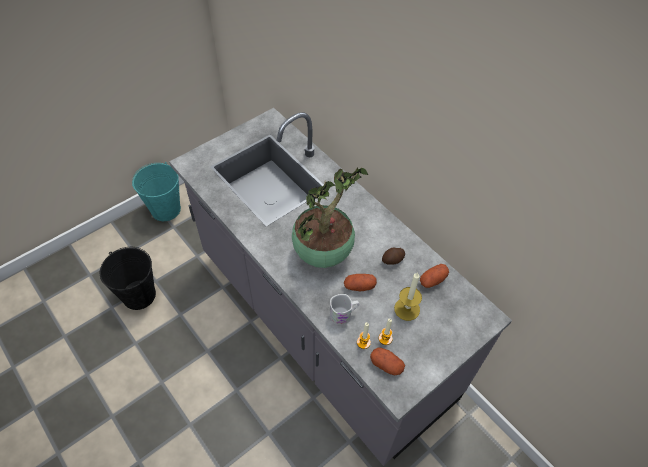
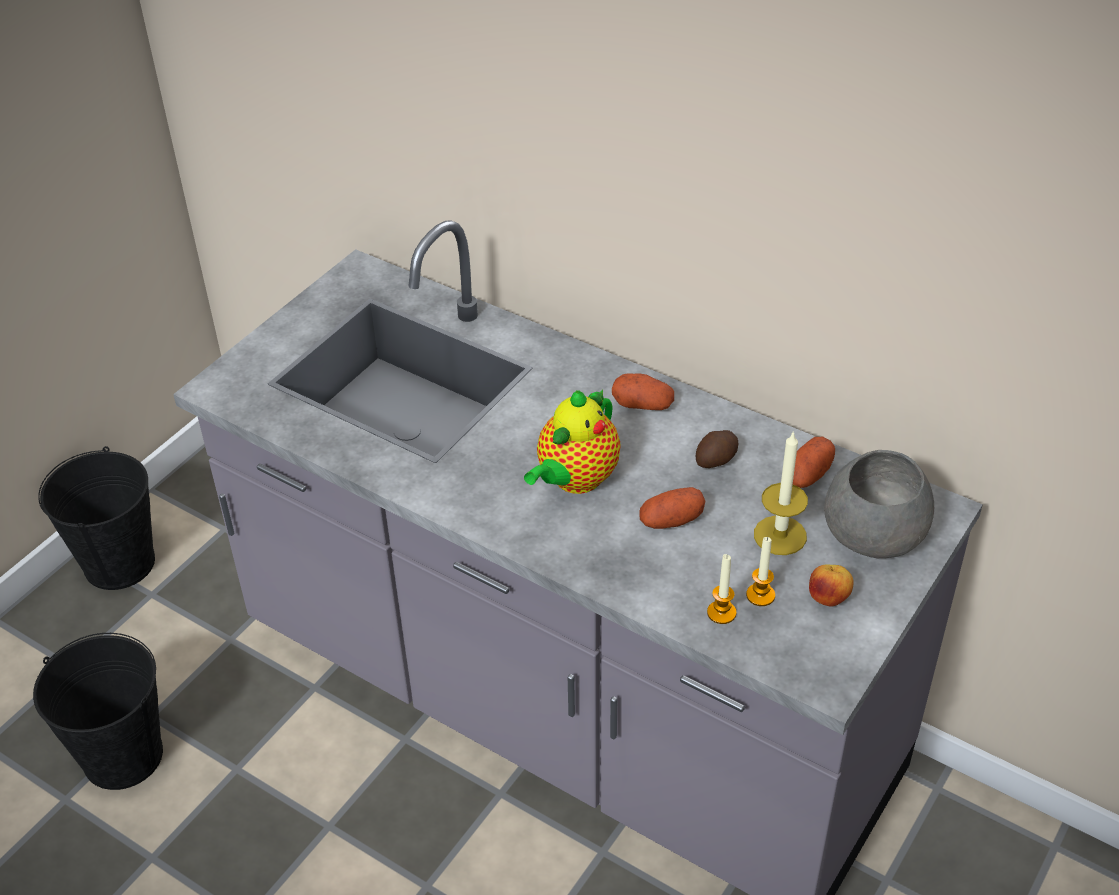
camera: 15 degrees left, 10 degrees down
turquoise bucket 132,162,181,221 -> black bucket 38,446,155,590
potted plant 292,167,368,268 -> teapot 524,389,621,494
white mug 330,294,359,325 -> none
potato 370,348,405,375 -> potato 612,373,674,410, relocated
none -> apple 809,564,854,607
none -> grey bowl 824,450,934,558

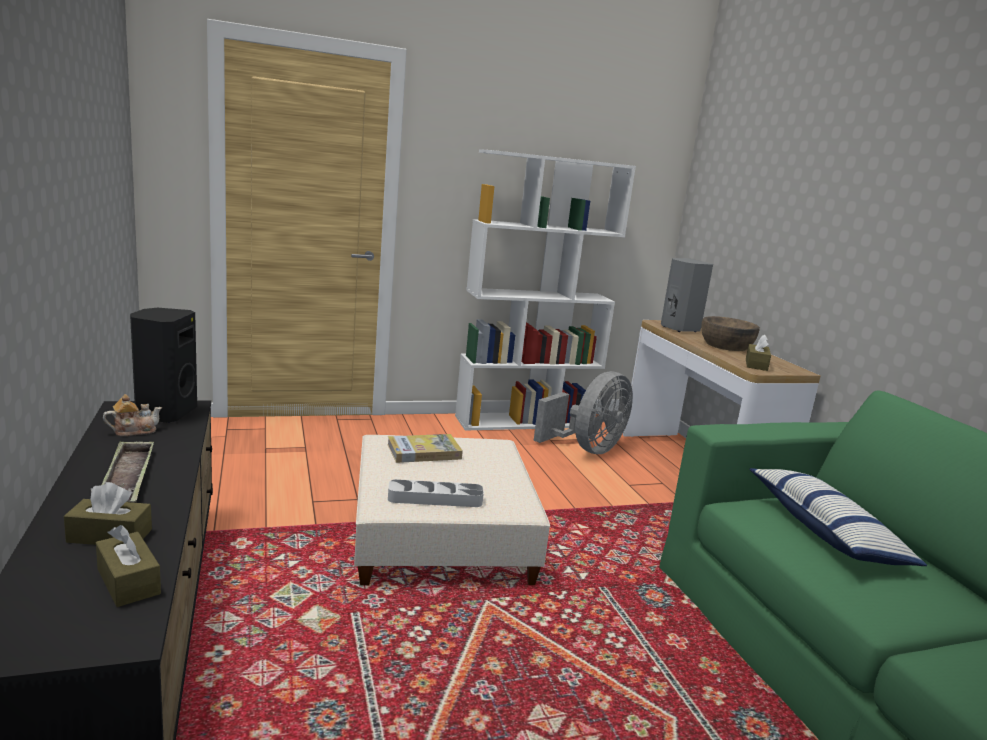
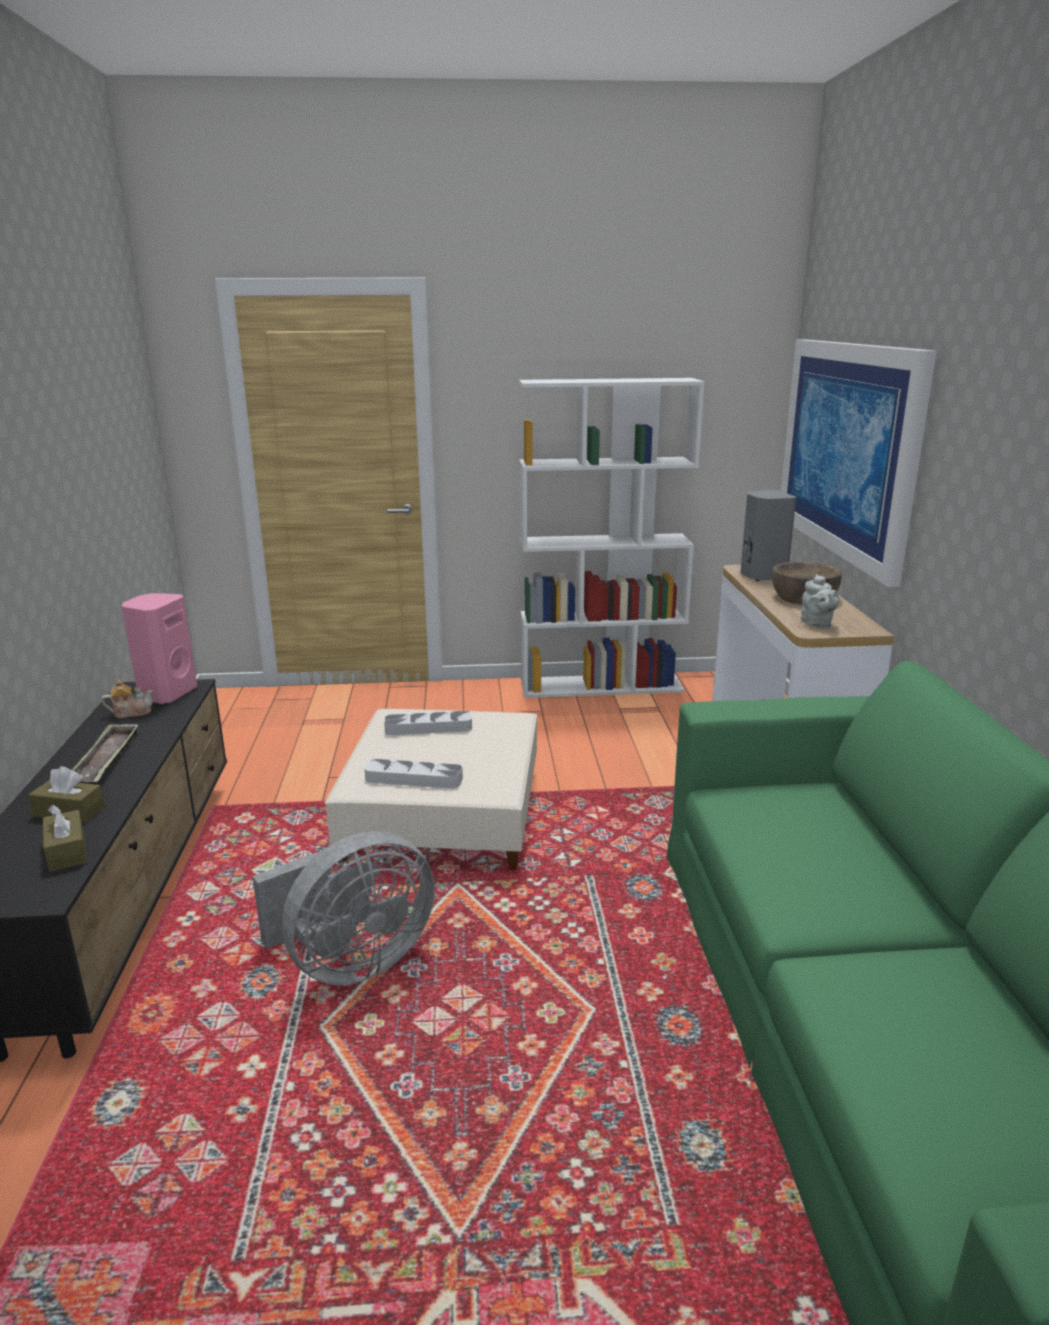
camera: 15 degrees right, 5 degrees up
black speaker 130,308,197,423 -> pink speaker 122,593,197,704
book 387,434,463,463 -> grey tray 384,711,472,735
grey fan 534,371,633,454 -> grey fan 252,831,435,985, relocated
brown tissue box 746,334,771,371 -> grey teapot 801,574,839,627
pillow 749,468,927,566 -> none
none -> picture 781,339,937,587

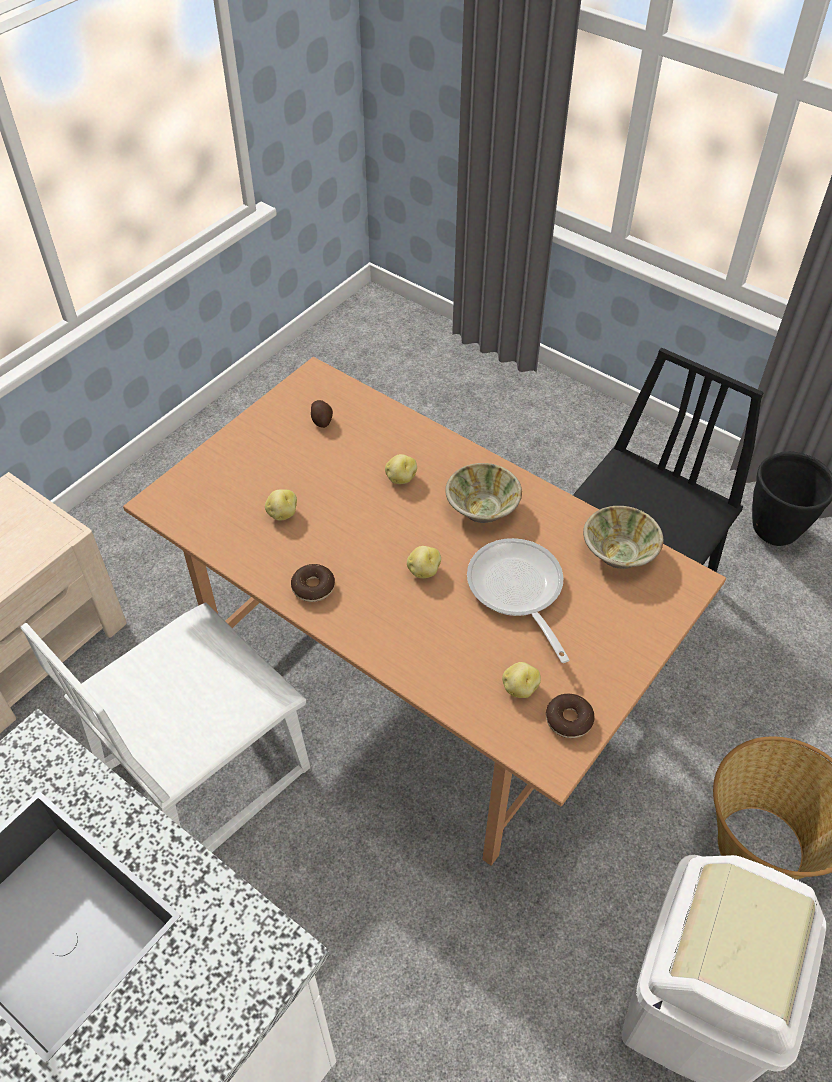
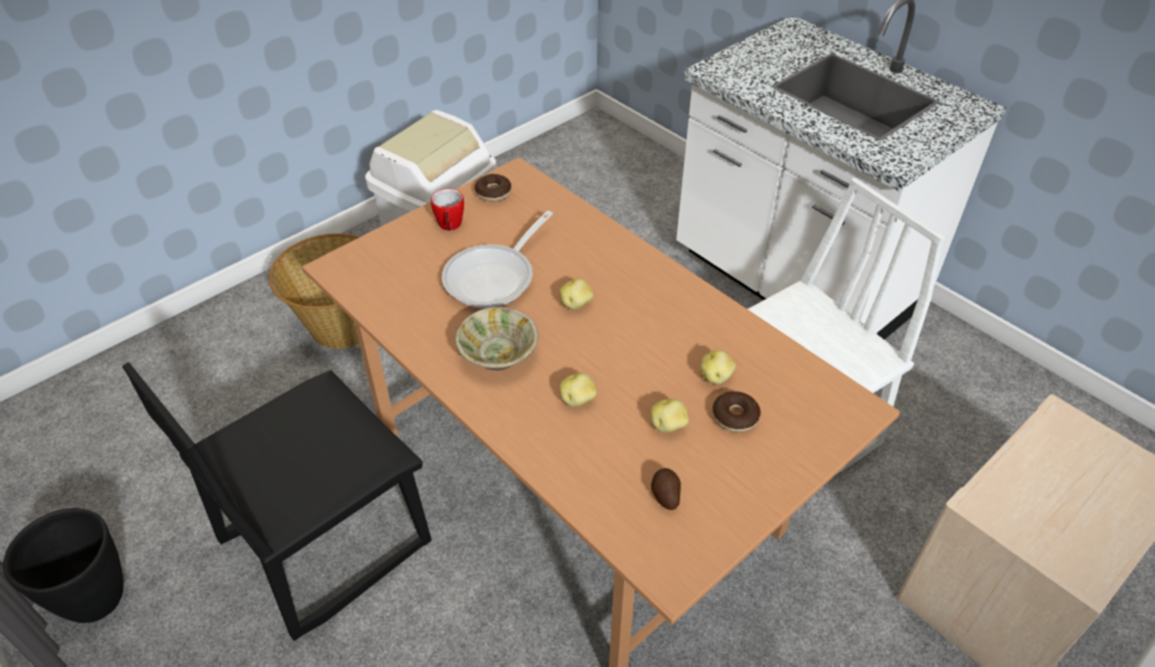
camera: 170 degrees left, 5 degrees down
donut 291,564,335,602 -> donut 713,391,761,432, relocated
frying pan 467,538,570,663 -> frying pan 442,211,553,308, 45 degrees clockwise
potato 502,662,541,698 -> potato 651,399,689,433, relocated
beige bowl 583,506,663,569 -> none
none -> mug 431,189,464,231

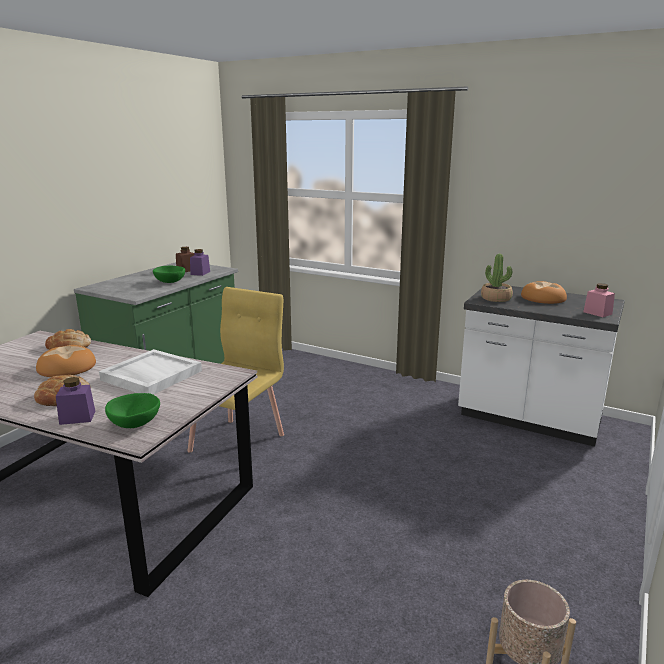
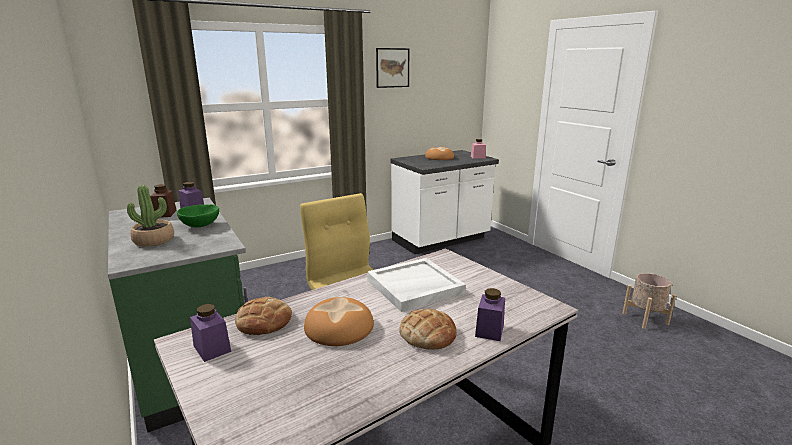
camera: 60 degrees left, 0 degrees up
green bowl 105,393,160,428 -> none
potted plant 481,254,513,302 -> potted plant 127,185,174,247, relocated
none -> purple jar 190,304,231,362
none -> picture 376,48,409,88

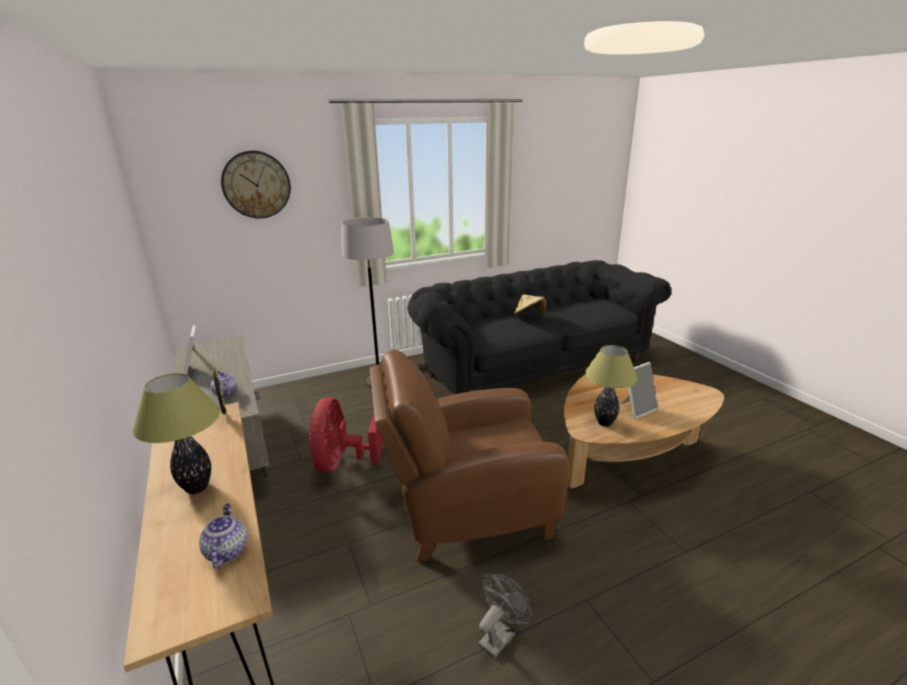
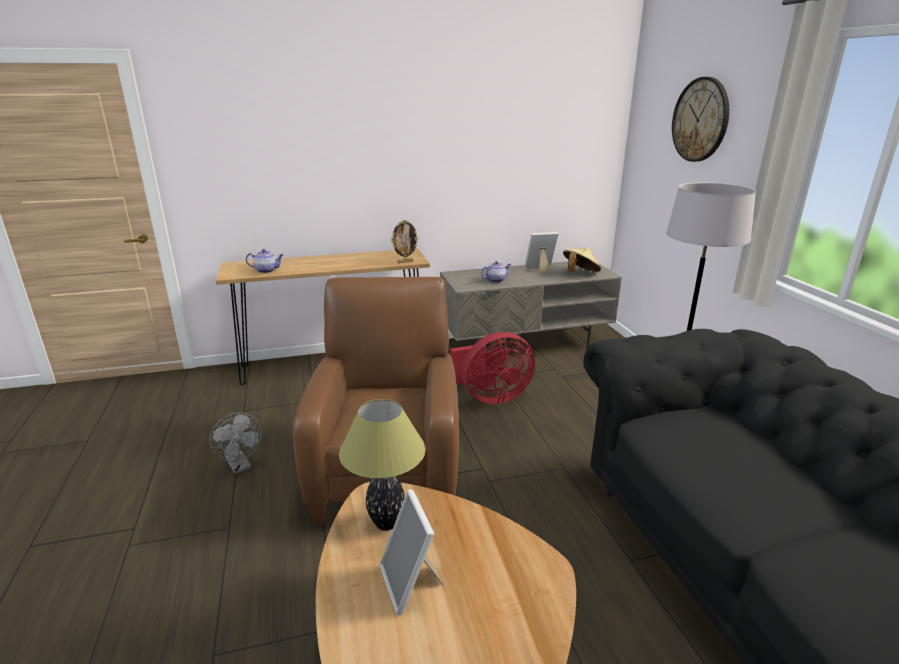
camera: 100 degrees right, 0 degrees up
table lamp 133,373,220,494 -> none
red fan 309,397,383,473 -> red fan 450,332,535,404, 150 degrees clockwise
beige hat 513,294,546,316 -> beige hat 563,247,601,272, relocated

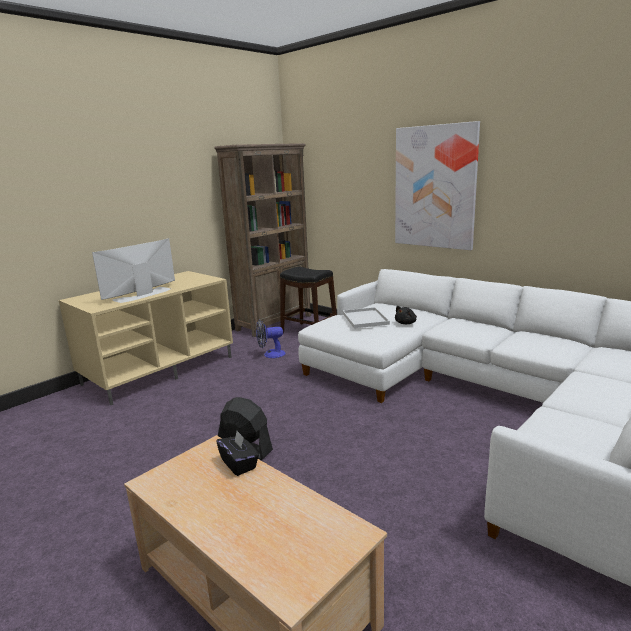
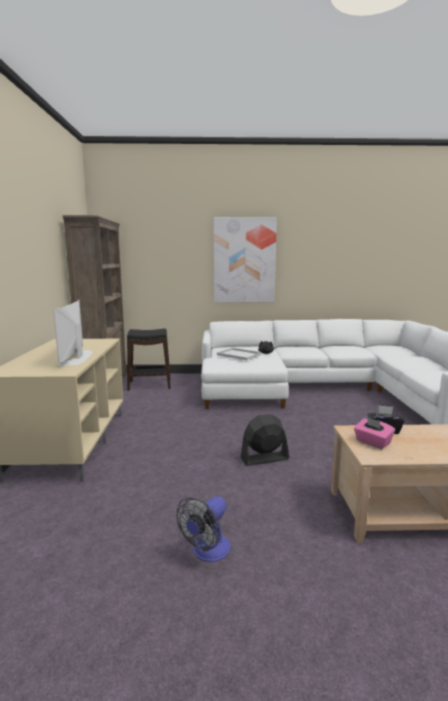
camera: 45 degrees left, 5 degrees down
fan 256,320,286,358 -> fan 176,497,231,562, relocated
none -> pink tissue box 354,417,395,449

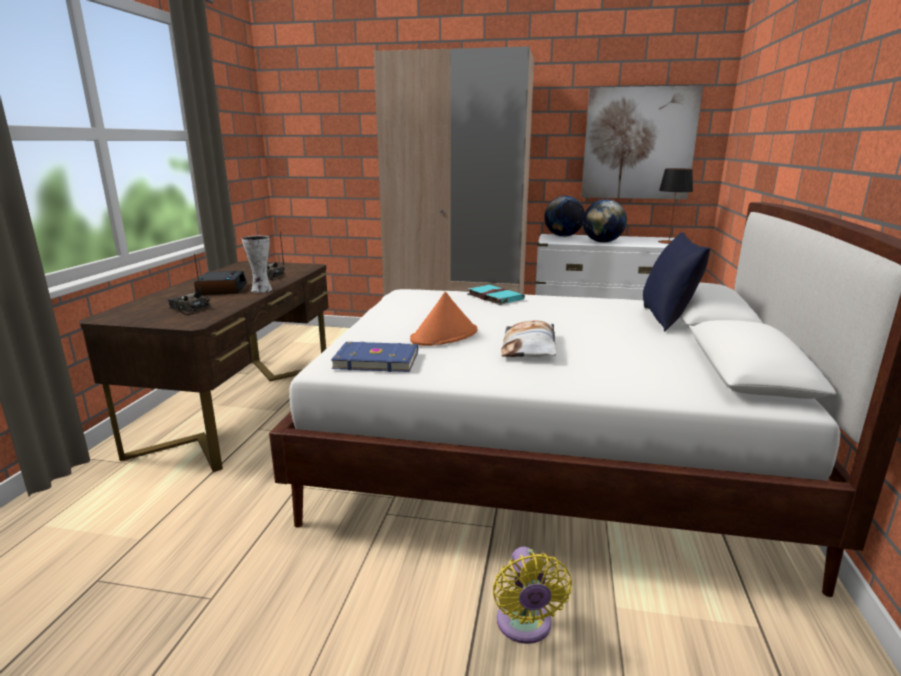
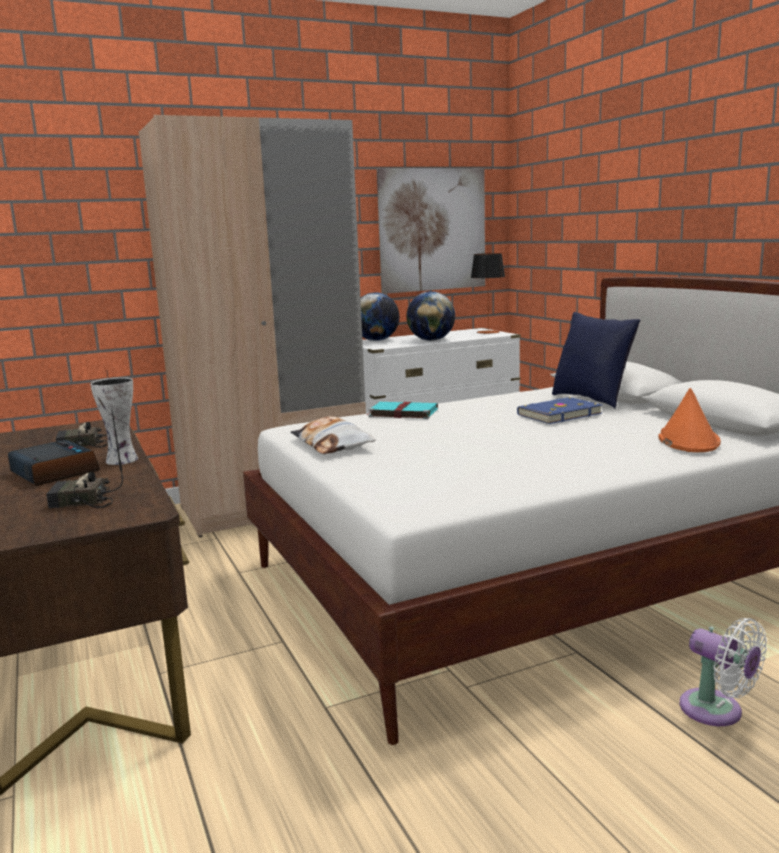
camera: 35 degrees left, 5 degrees down
blue book 331,342,418,372 -> blue book 517,397,602,424, relocated
orange hat 410,292,477,346 -> orange hat 658,388,721,452, relocated
yellow fan 493,546,572,644 -> white fan 680,618,767,726
pillow 501,320,557,357 -> pillow 290,416,375,454, relocated

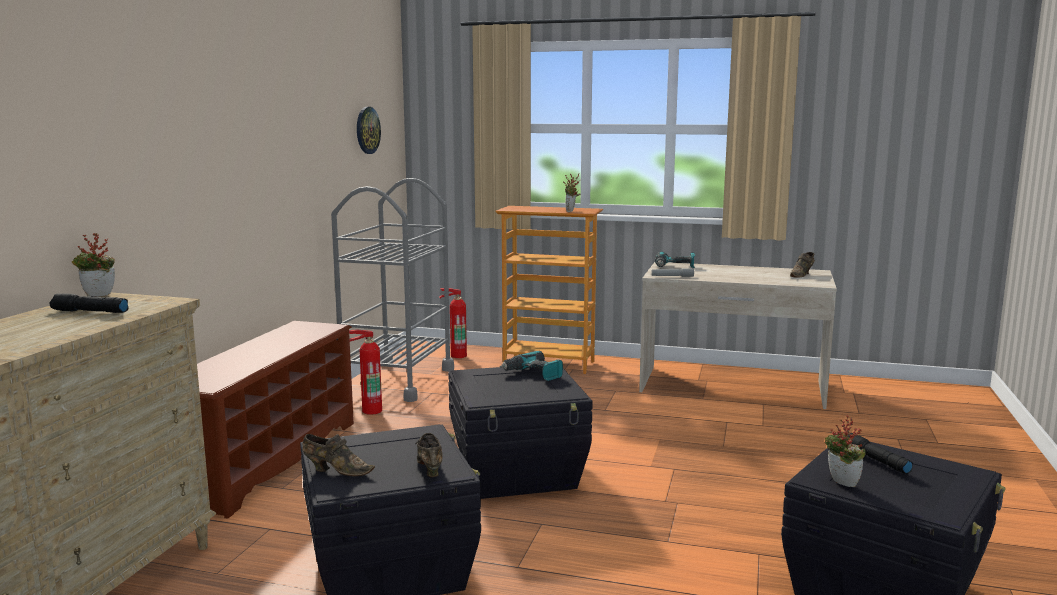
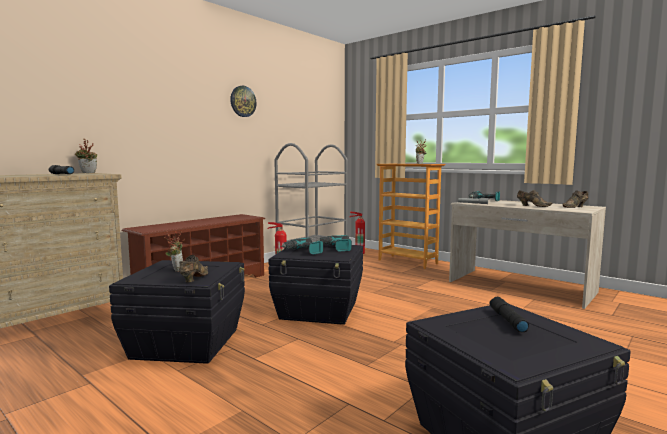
camera: 25 degrees right, 5 degrees down
brown shoe 302,434,375,476 -> brown shoe 517,190,553,207, relocated
wall clock 357,107,381,154 -> wall clock 230,86,257,117, relocated
potted plant 825,415,866,487 -> potted plant 165,230,185,272, relocated
none -> power drill 281,237,323,255

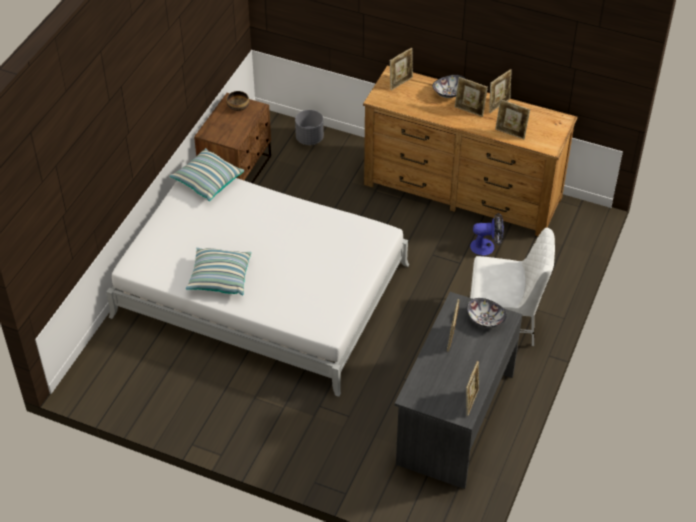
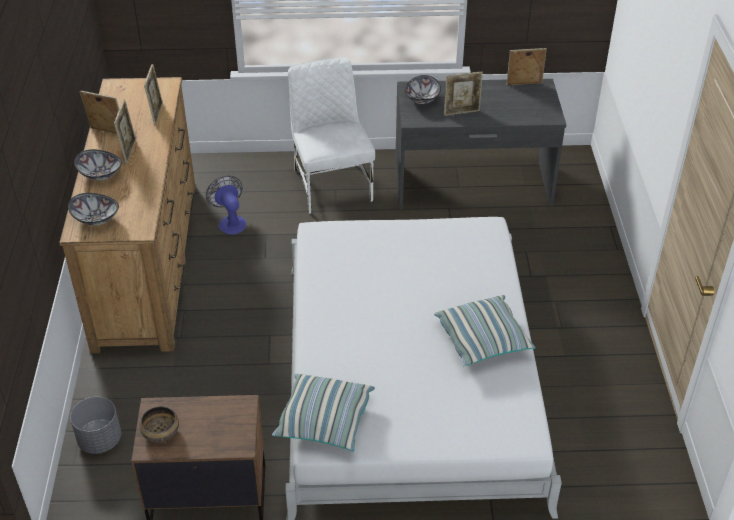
camera: 115 degrees left, 5 degrees down
picture frame 390,48,413,90 -> bowl 68,193,119,225

